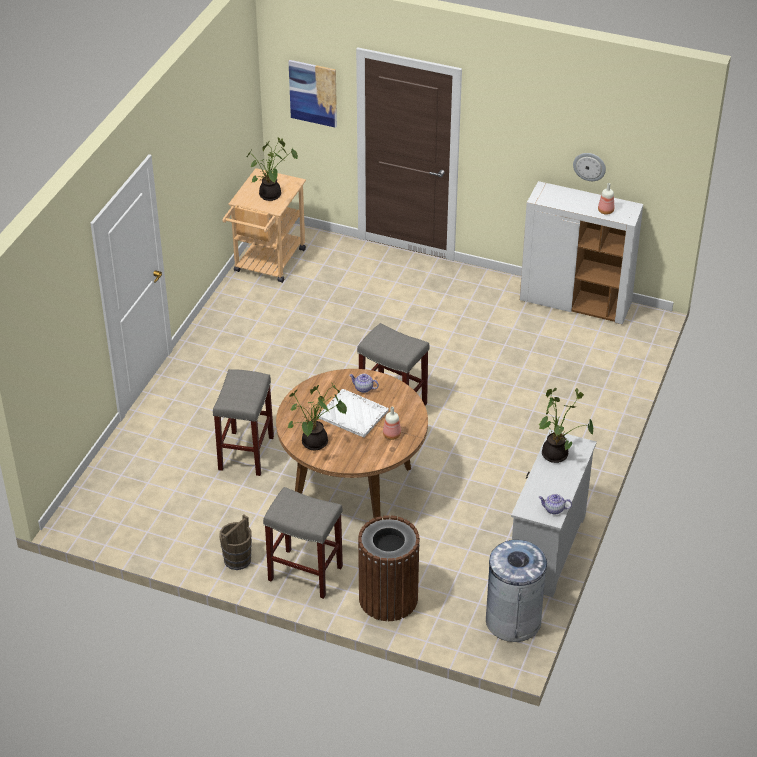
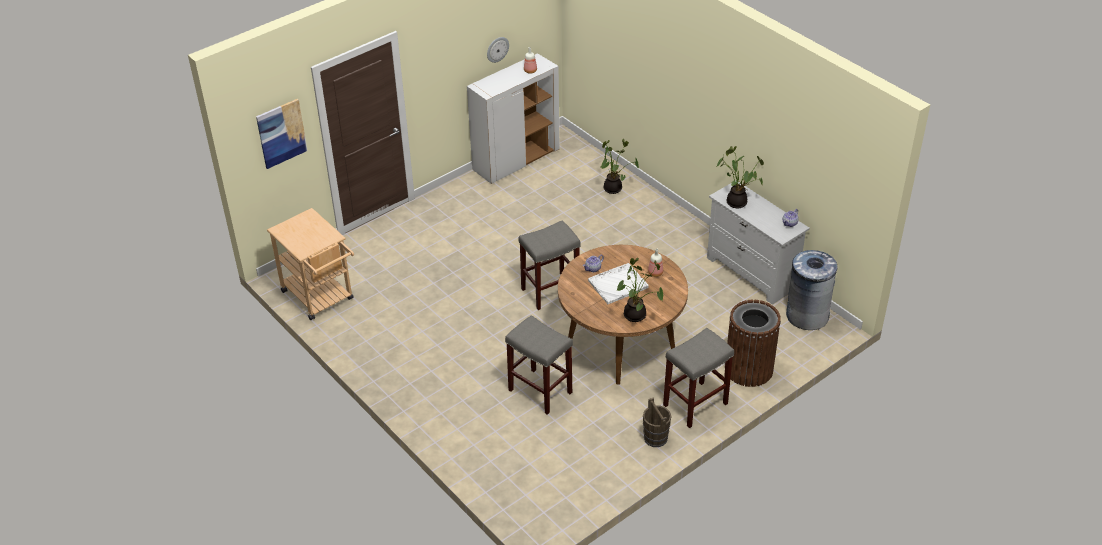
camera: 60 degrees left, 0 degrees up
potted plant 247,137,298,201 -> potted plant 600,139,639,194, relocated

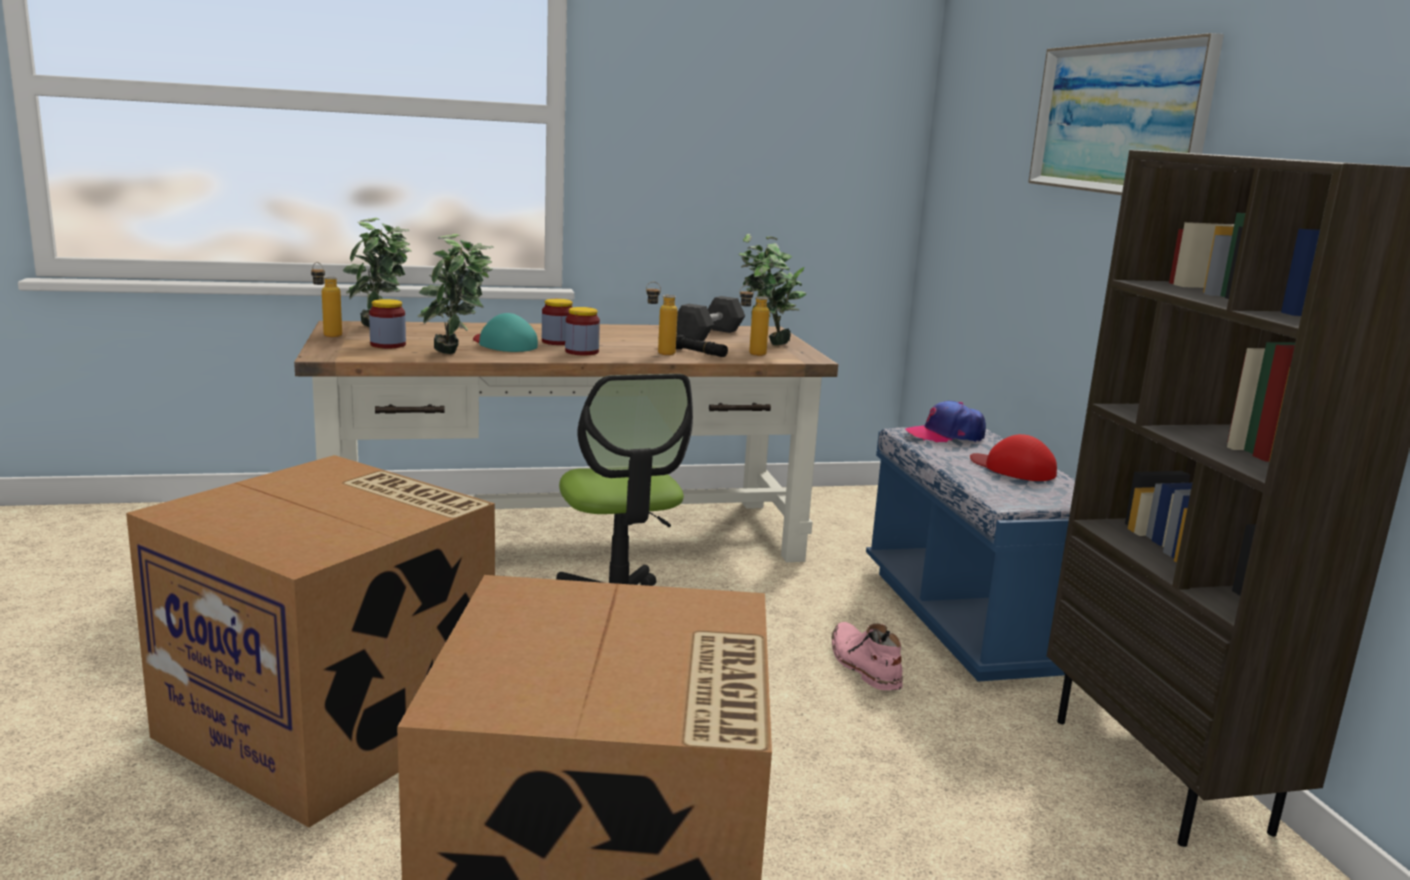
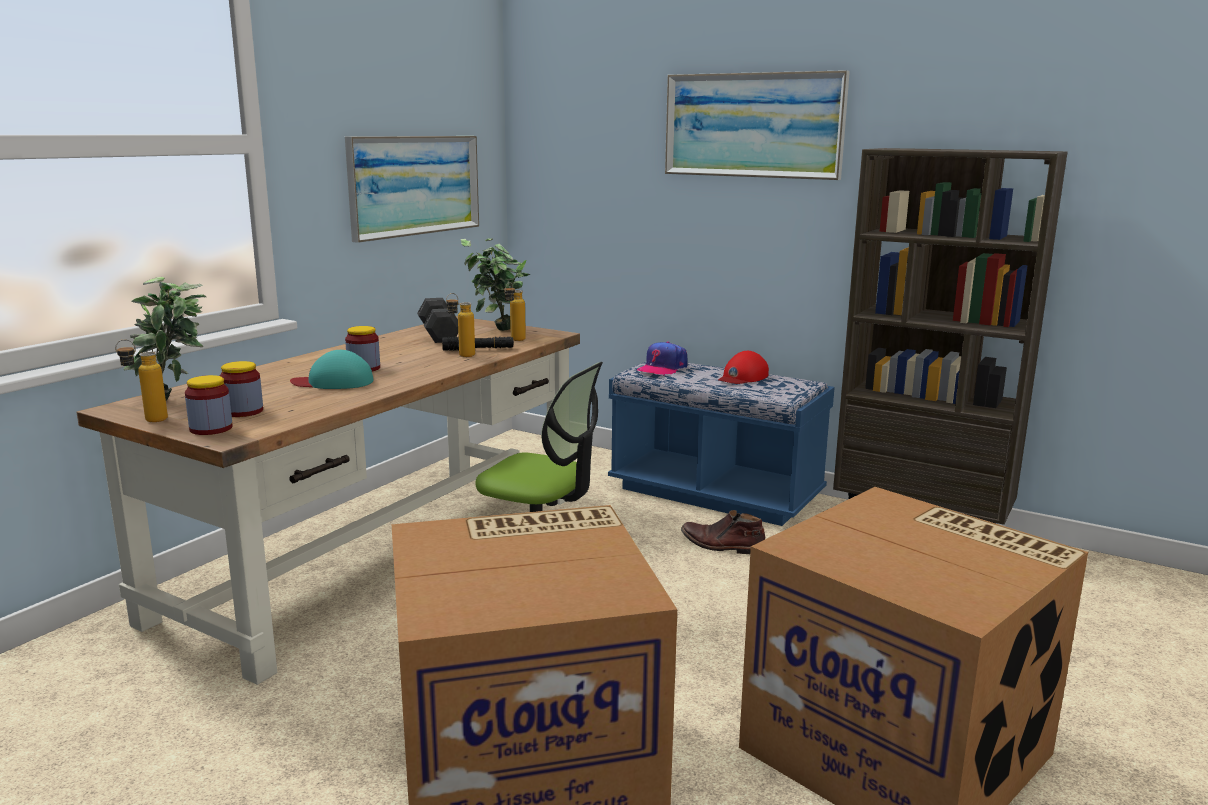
camera: 45 degrees left, 0 degrees up
potted plant 418,234,494,354 -> none
jar 565,307,600,355 -> jar 185,375,233,435, relocated
pink boot 832,622,903,690 -> brown boot 681,510,765,554
red cap 970,434,1057,481 -> red cap 718,351,769,384, 45 degrees counterclockwise
none -> picture 345,136,479,243

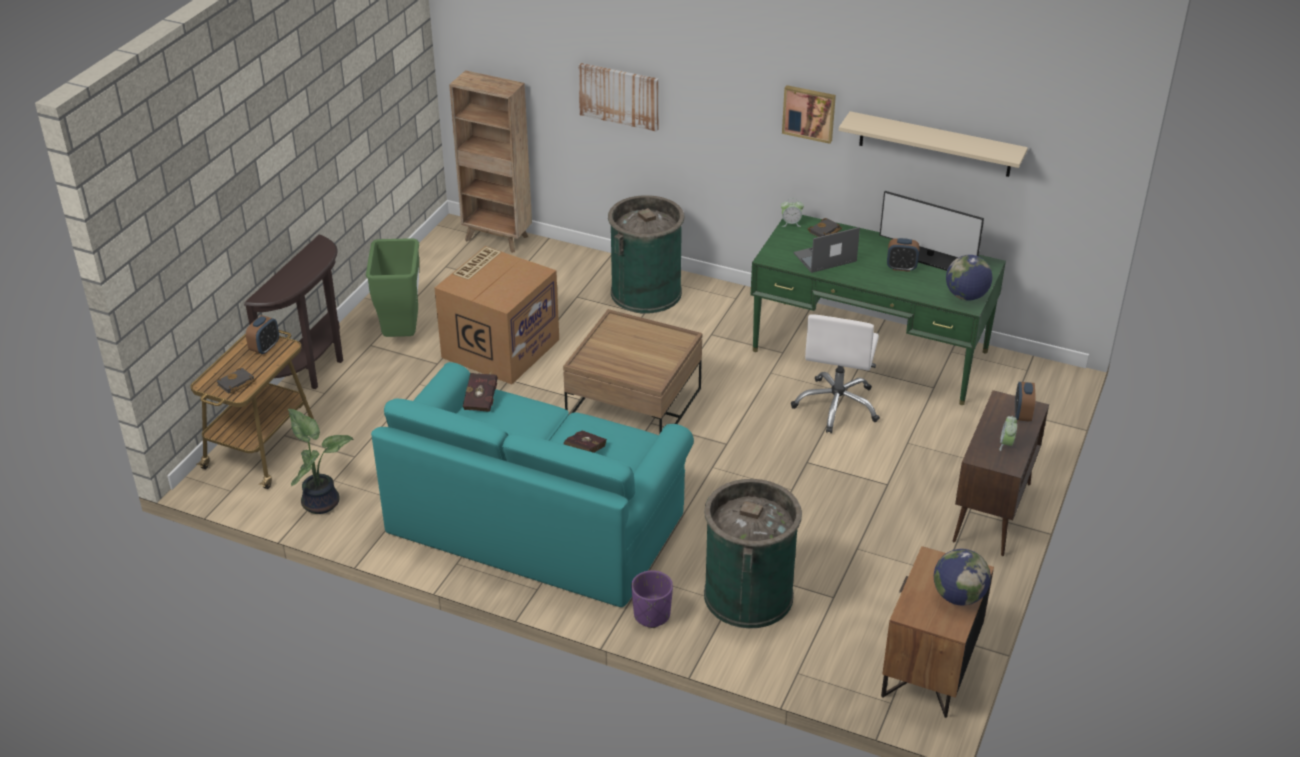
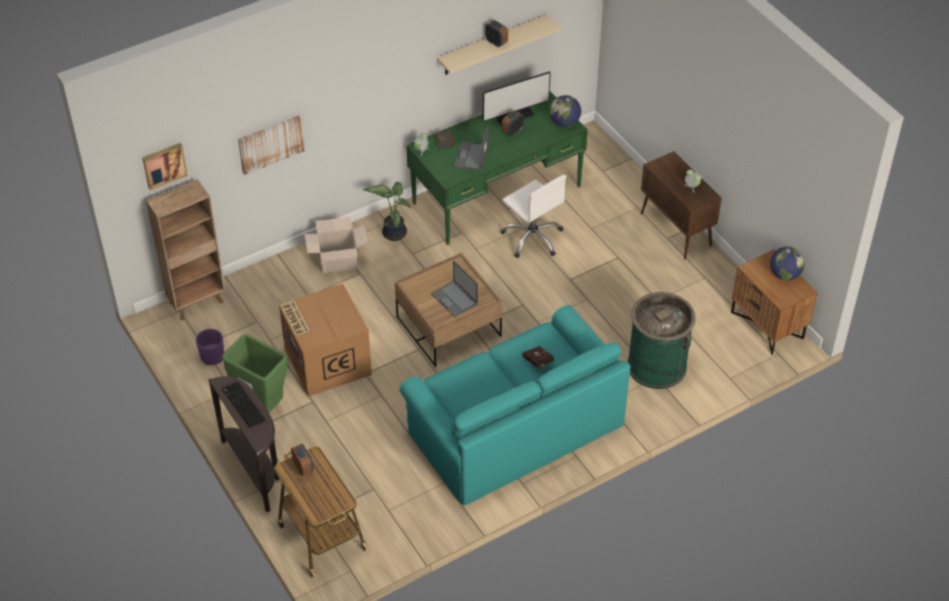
camera: 55 degrees left, 10 degrees up
black book 216,368,255,394 -> none
potted plant 288,409,353,514 -> potted plant 363,181,411,241, relocated
red book 463,373,498,412 -> none
green trash can 608,195,684,313 -> cardboard box 304,217,368,273
purple planter 631,570,673,628 -> purple planter 196,329,224,365, relocated
picture 782,85,836,144 -> picture 142,143,188,190, relocated
alarm clock 1015,382,1036,421 -> alarm clock 485,20,508,47, relocated
none -> keyboard 222,382,265,428
none -> laptop 431,261,478,318

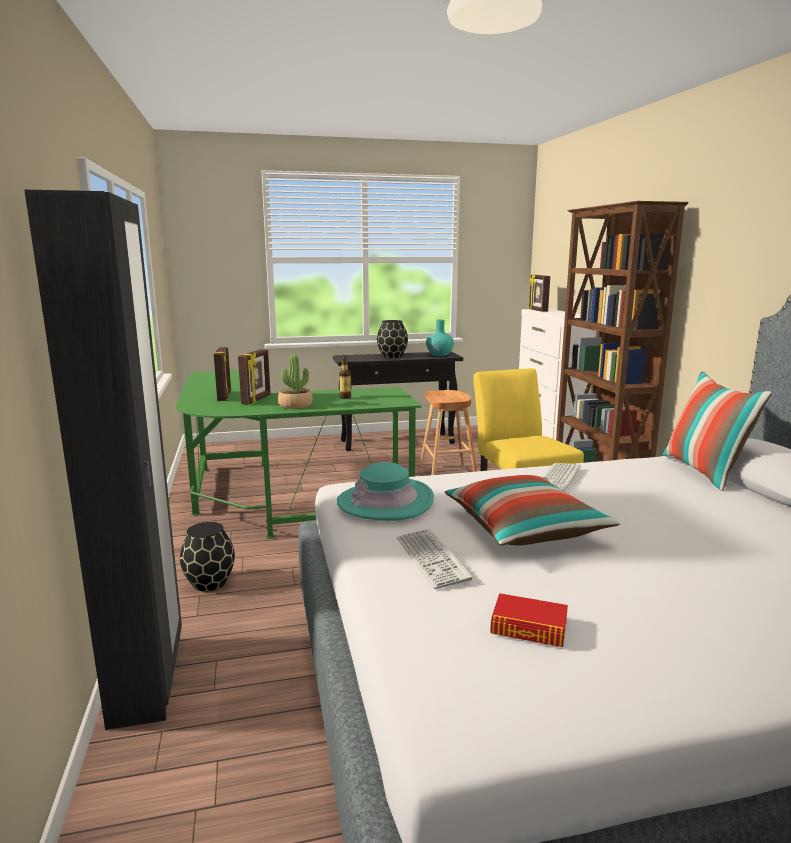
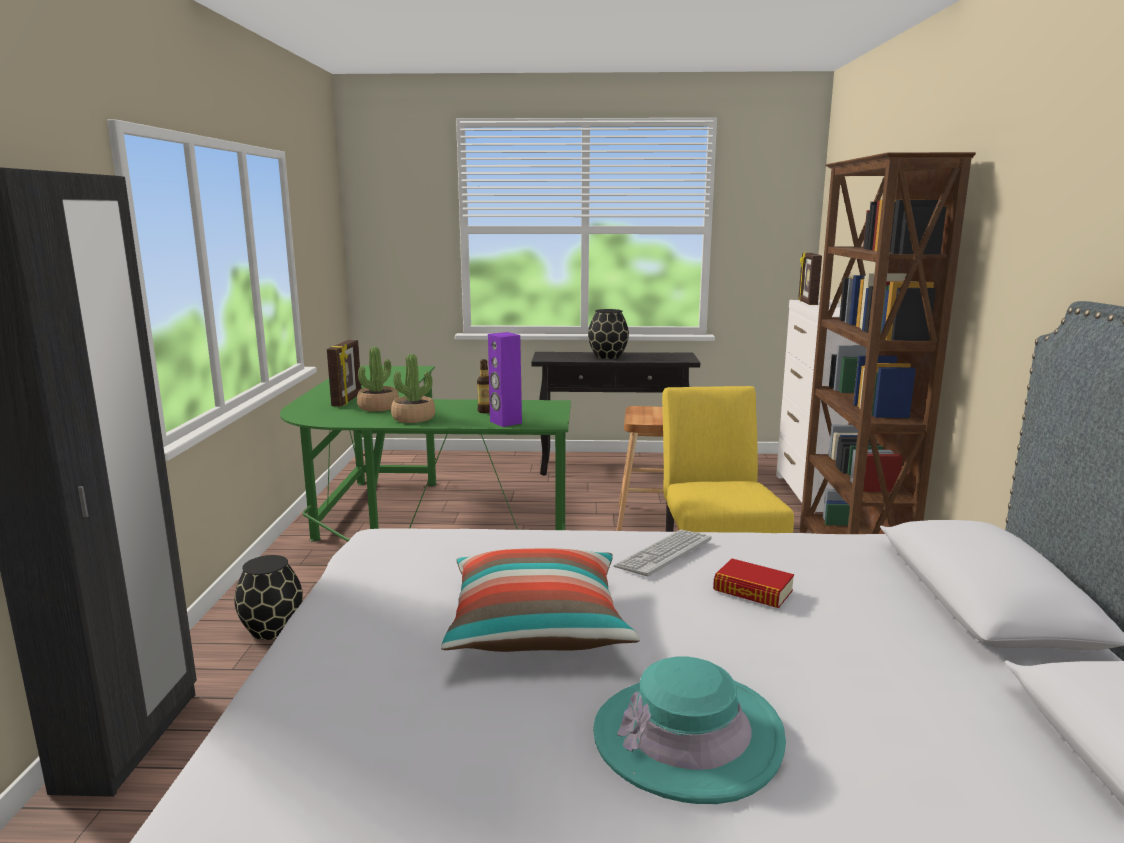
camera: 15 degrees right, 0 degrees up
picture frame 238,349,271,405 -> potted plant 357,346,399,412
turquoise hat 337,462,434,521 -> turquoise hat 593,656,786,804, relocated
keyboard 397,529,473,589 -> none
turquoise vase 426,320,454,356 -> none
book 490,593,568,647 -> book 713,559,794,608, relocated
pillow 663,372,772,491 -> none
none -> purple speaker 488,332,522,427

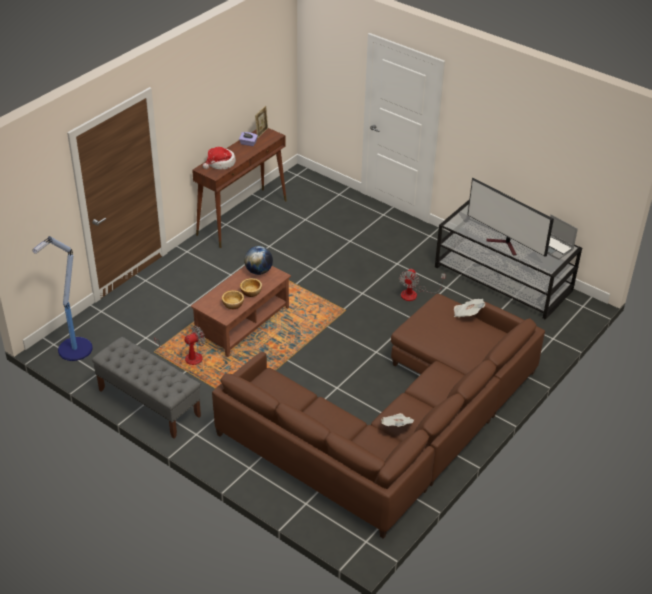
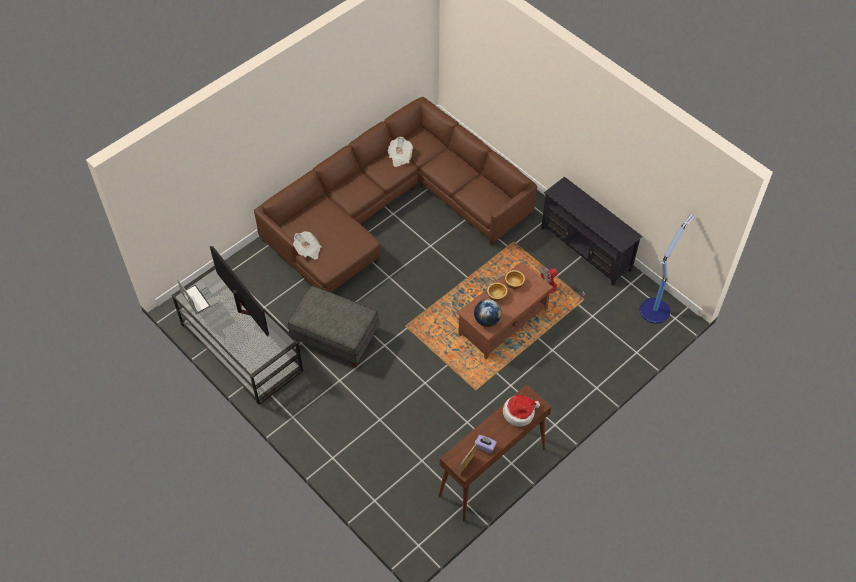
camera: 170 degrees left, 15 degrees up
grey bench 92,337,201,438 -> black tv stand 541,177,643,286
fan 399,269,446,301 -> grey ottoman 288,286,380,368

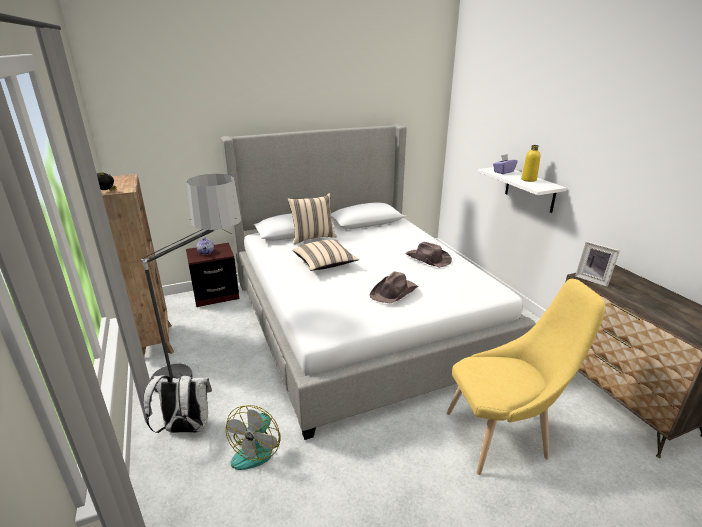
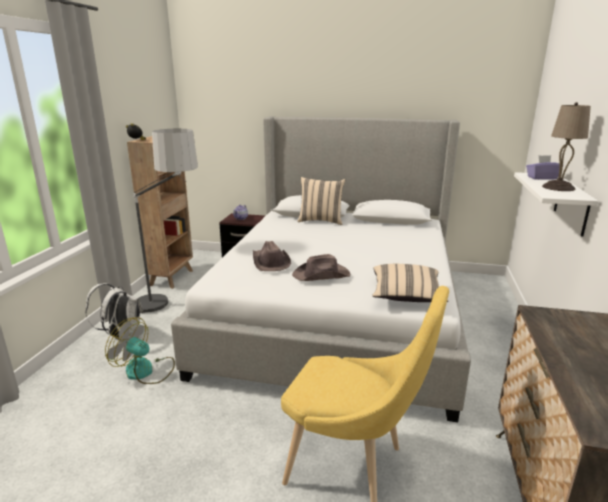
camera: 35 degrees right, 5 degrees down
fan 226,405,281,470 -> fan 105,317,175,384, 60 degrees clockwise
beige pillow 293,240,359,271 -> beige pillow 372,264,448,302, relocated
brown hat 406,242,452,268 -> brown hat 253,241,291,271, relocated
yellow bottle 521,145,540,182 -> beige table lamp 542,102,591,191
picture frame 575,241,620,287 -> none

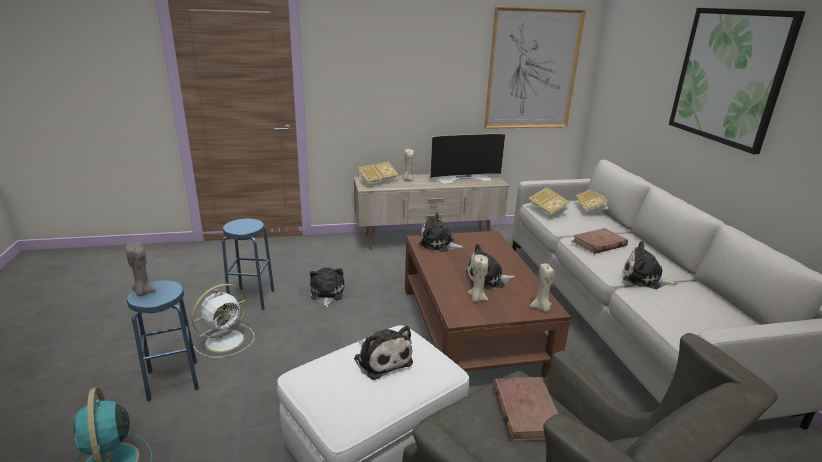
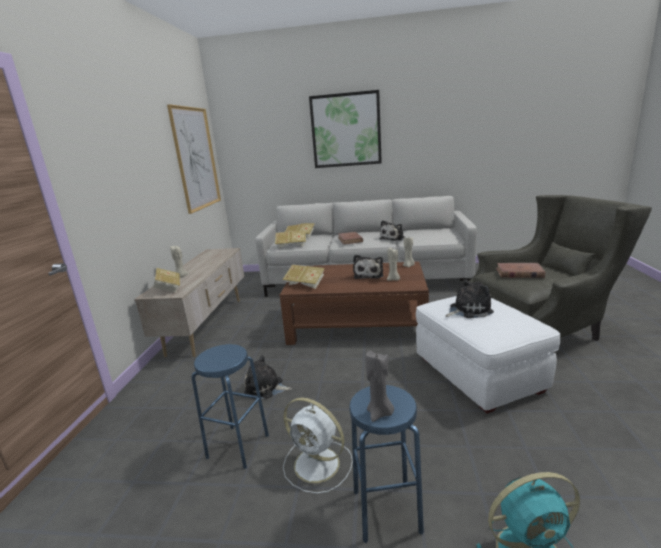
camera: 70 degrees left, 5 degrees down
white fan 192,284,254,358 -> white fan 283,398,353,494, 150 degrees clockwise
plush toy 419,212,465,252 -> book 283,265,325,289
television 430,134,506,184 -> none

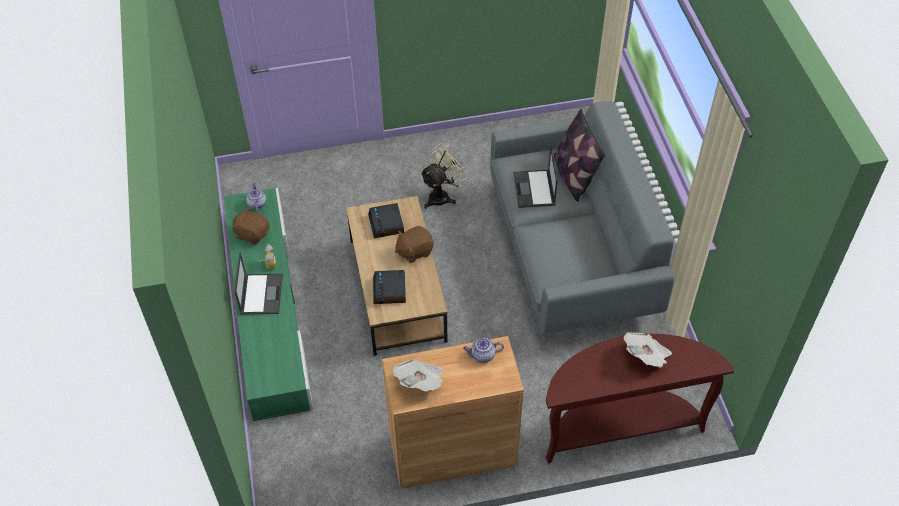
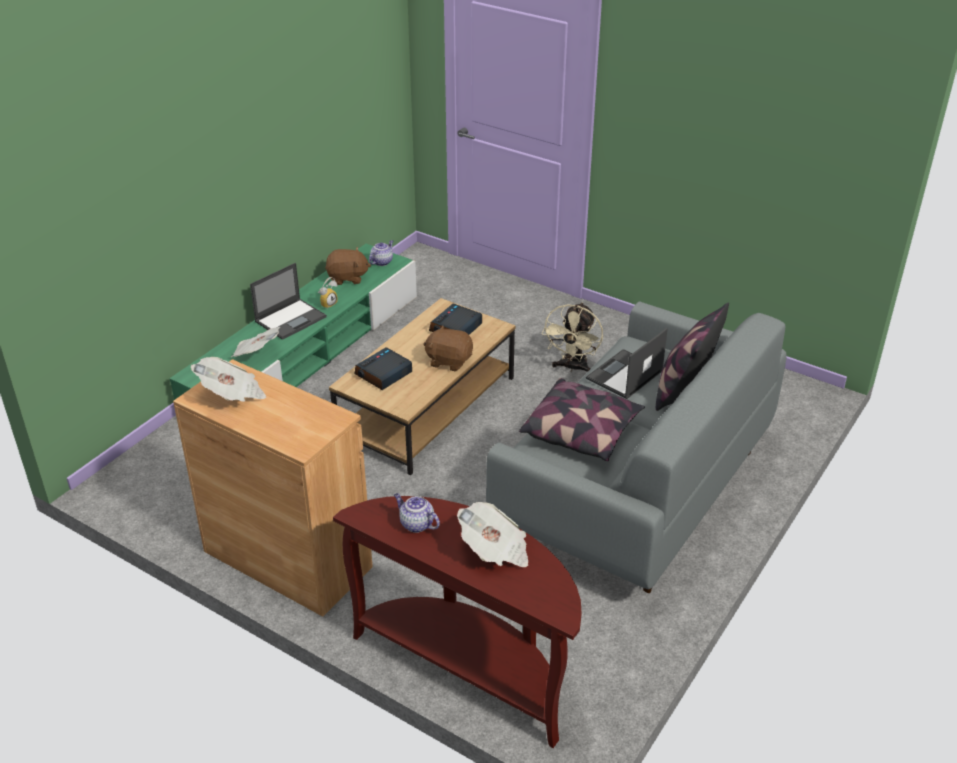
camera: 45 degrees right, 15 degrees down
brown plush toy 232,207,269,245 -> brown plush toy 325,247,371,285, 105 degrees clockwise
beige fan 420,143,469,209 -> beige fan 542,302,603,372, 105 degrees clockwise
teapot 463,338,504,363 -> teapot 394,493,440,533, relocated
none -> newspaper 231,327,280,357
none -> pillow 519,378,645,461

